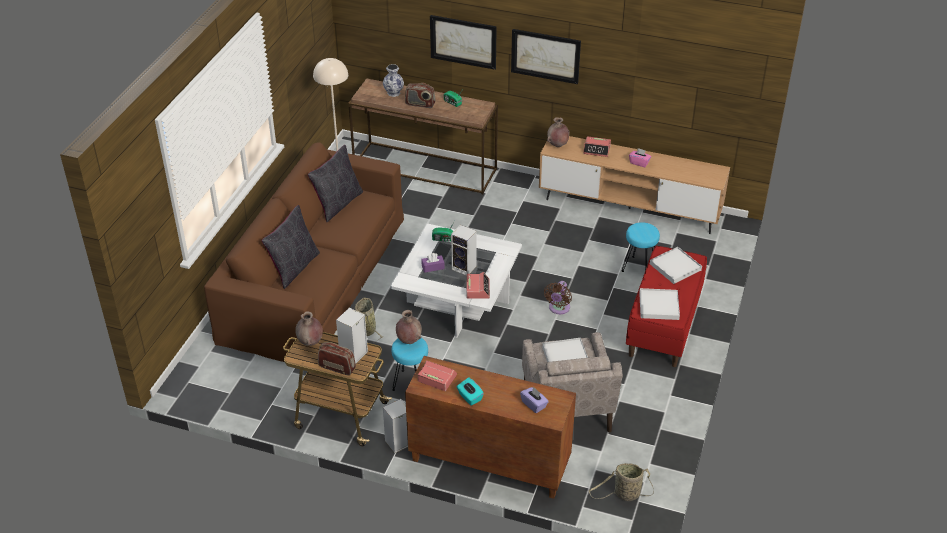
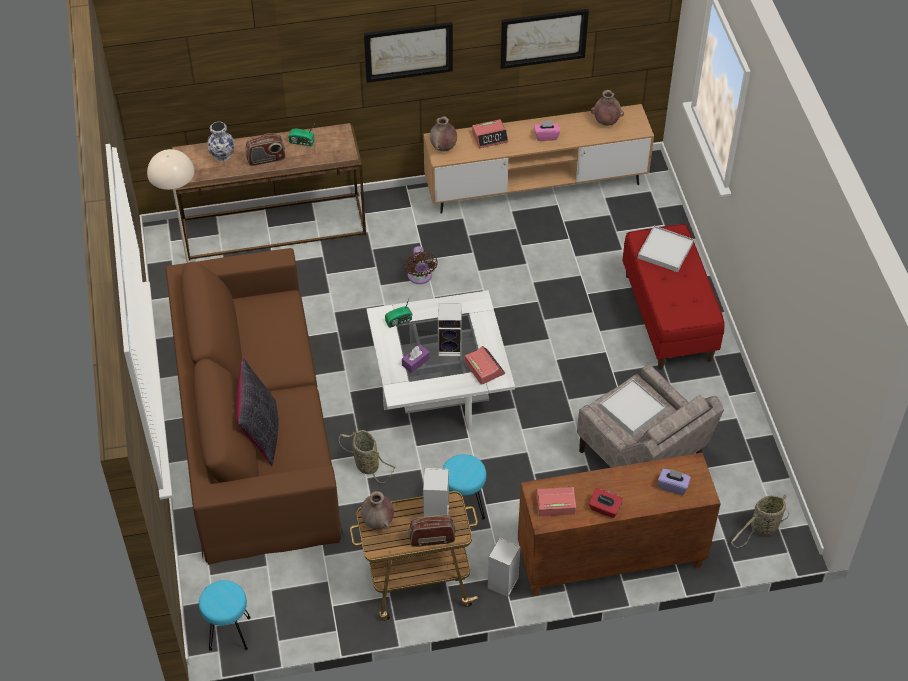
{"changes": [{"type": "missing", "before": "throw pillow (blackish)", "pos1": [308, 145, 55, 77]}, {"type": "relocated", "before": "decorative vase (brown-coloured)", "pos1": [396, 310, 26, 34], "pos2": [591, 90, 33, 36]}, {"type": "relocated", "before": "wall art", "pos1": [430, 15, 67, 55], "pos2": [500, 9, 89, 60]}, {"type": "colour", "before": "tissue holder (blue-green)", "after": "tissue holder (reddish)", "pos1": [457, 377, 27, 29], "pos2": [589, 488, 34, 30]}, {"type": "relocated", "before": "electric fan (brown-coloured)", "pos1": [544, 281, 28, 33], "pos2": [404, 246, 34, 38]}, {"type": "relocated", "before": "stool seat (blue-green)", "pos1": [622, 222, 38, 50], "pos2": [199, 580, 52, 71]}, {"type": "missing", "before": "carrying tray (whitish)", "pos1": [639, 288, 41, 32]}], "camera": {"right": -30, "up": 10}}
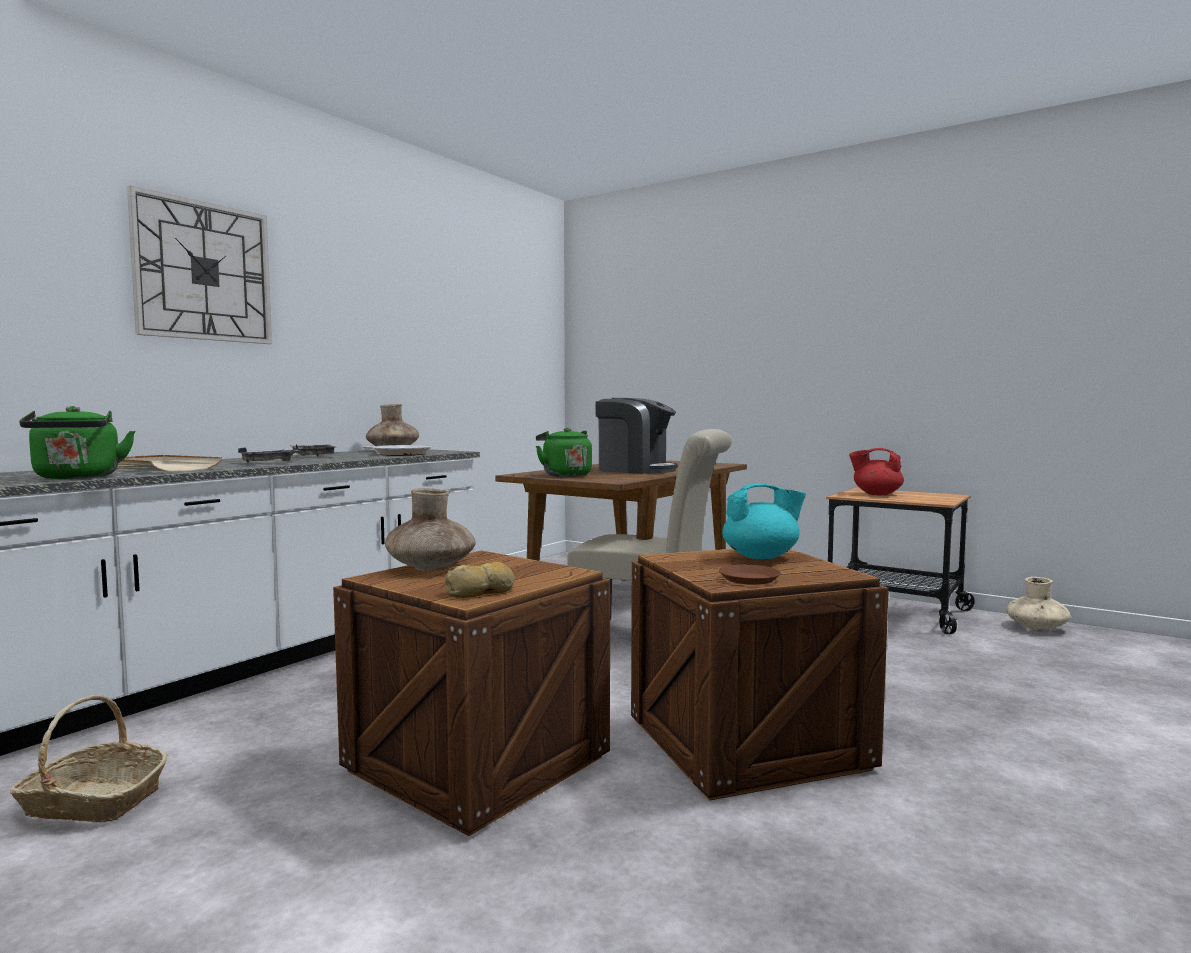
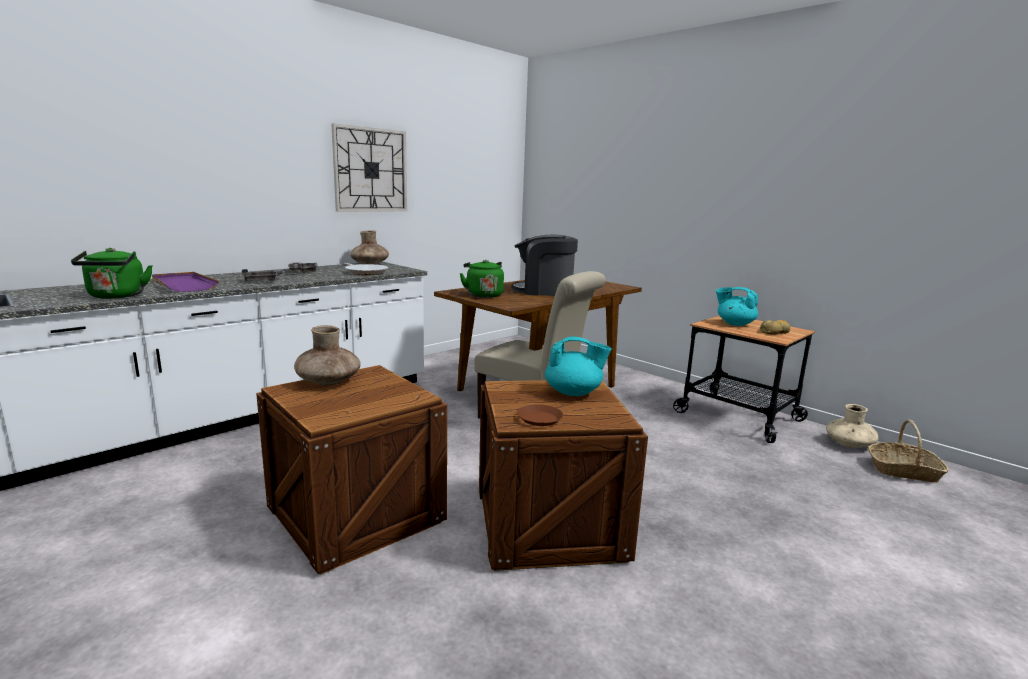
{"changes": [{"type": "relocated", "before": "storage basket", "pos1": [10, 695, 158, 127], "pos2": [868, 420, 81, 63]}, {"type": "colour", "before": "carrying tray (sand-coloured)", "after": "carrying tray (purple-coloured)", "pos1": [117, 455, 105, 17], "pos2": [152, 272, 67, 20]}, {"type": "relocated", "before": "clock on the wall", "pos1": [127, 186, 145, 158], "pos2": [331, 124, 76, 88]}, {"type": "relocated", "before": "baked bread", "pos1": [445, 562, 70, 36], "pos2": [760, 320, 30, 14]}, {"type": "spun", "before": "coffee machine", "pos1": [595, 398, 83, 76], "pos2": [511, 235, 67, 61], "turn": 150}, {"type": "colour", "before": "tea pot (reddish)", "after": "tea pot (blue-green)", "pos1": [849, 448, 55, 47], "pos2": [716, 287, 42, 39]}], "camera": {"right": 10, "up": 10}}
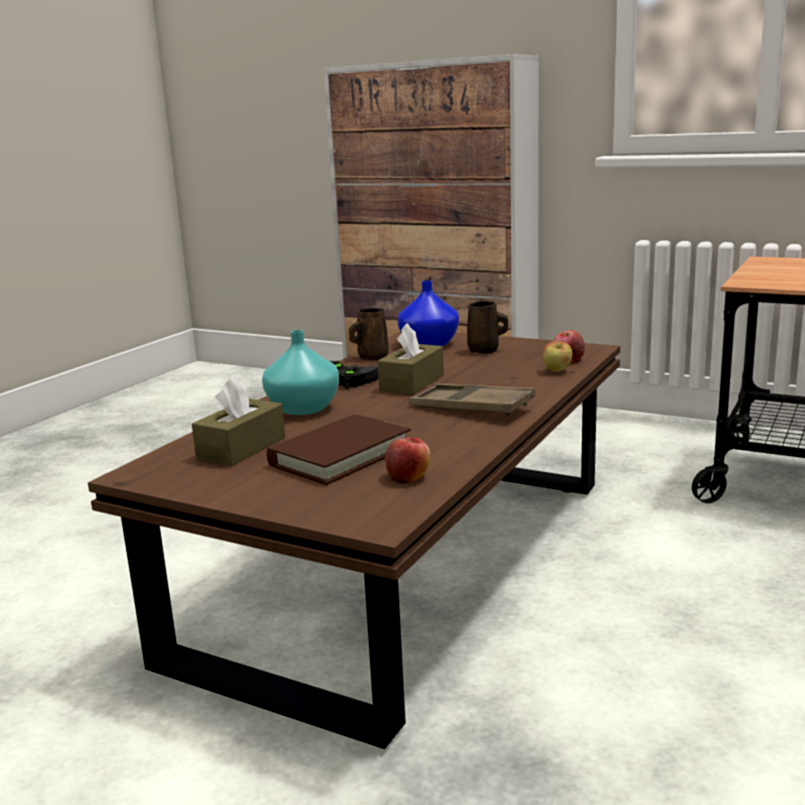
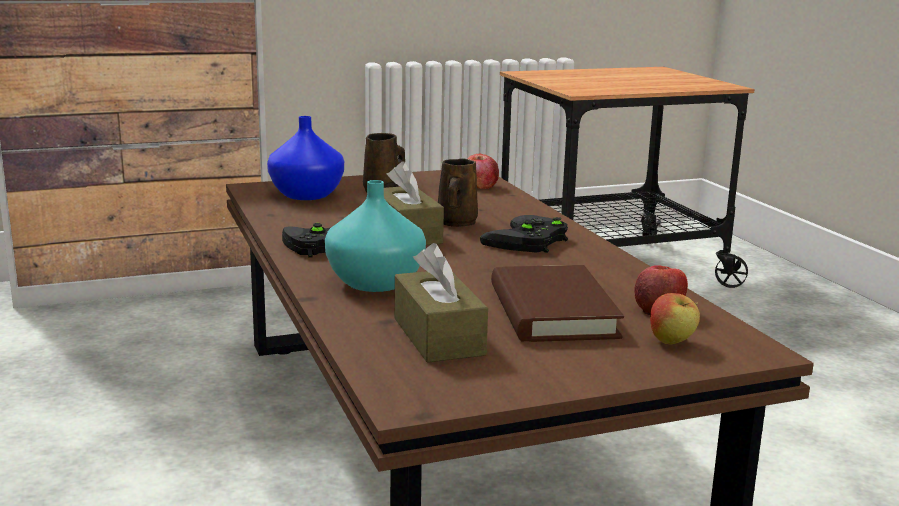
{"changes": [{"type": "relocated", "before": "mug (brown-coloured)", "pos1": [349, 308, 40, 52], "pos2": [438, 158, 40, 69]}, {"type": "exchanged", "before": "carrying tray (brown-coloured)", "after": "joypad (blackish)", "pos1": [409, 384, 126, 32], "pos2": [480, 215, 88, 38]}, {"type": "relocated", "before": "apple fruit", "pos1": [542, 341, 30, 31], "pos2": [650, 293, 50, 51]}], "camera": {"right": -50, "up": 0}}
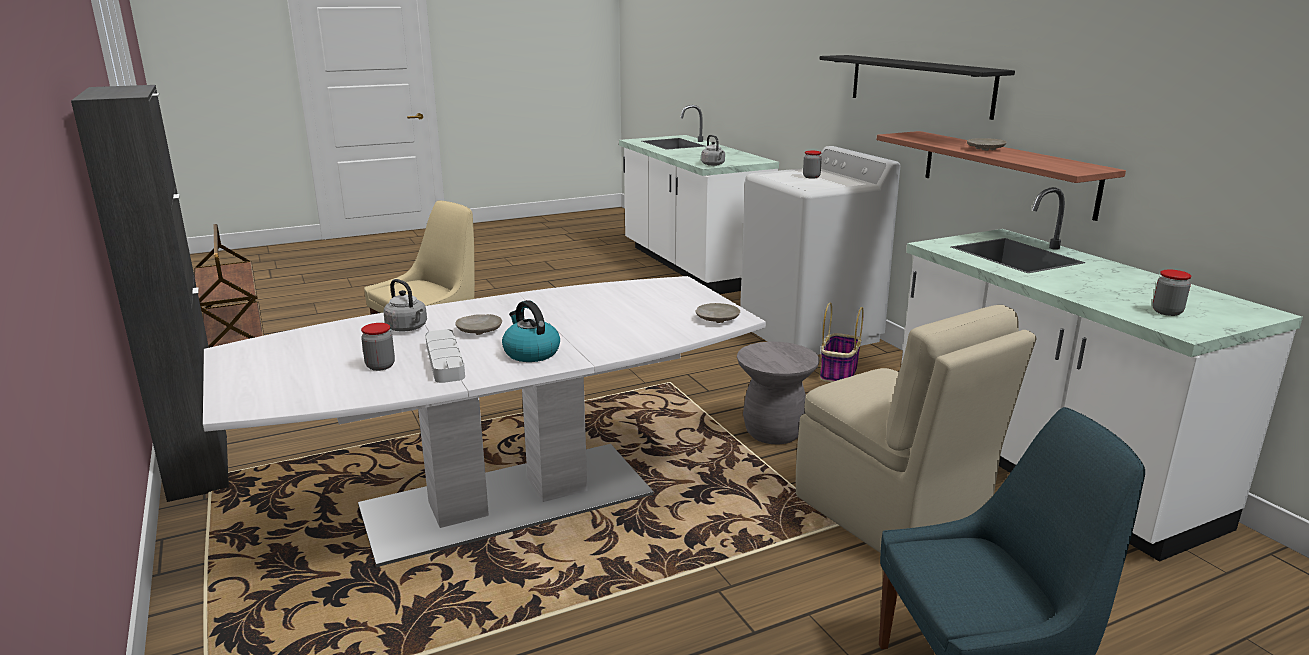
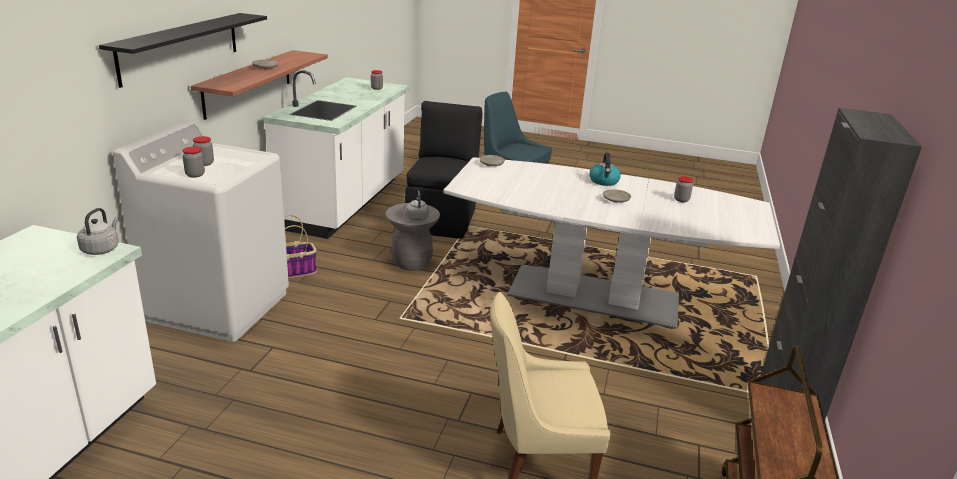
{"changes": [{"type": "relocated", "before": "kettle (grey)", "pos1": [383, 279, 44, 53], "pos2": [406, 191, 23, 30]}, {"type": "missing", "before": "carrying tray (grey)", "pos1": [425, 329, 40, 54]}, {"type": "colour", "before": "plain chair (sand-coloured)", "after": "plain chair (blackish)", "pos1": [796, 305, 240, 248], "pos2": [405, 101, 77, 137]}, {"type": "appeared", "after": "jar", "pos2": [182, 147, 23, 31]}], "camera": {"right": -140, "up": 5}}
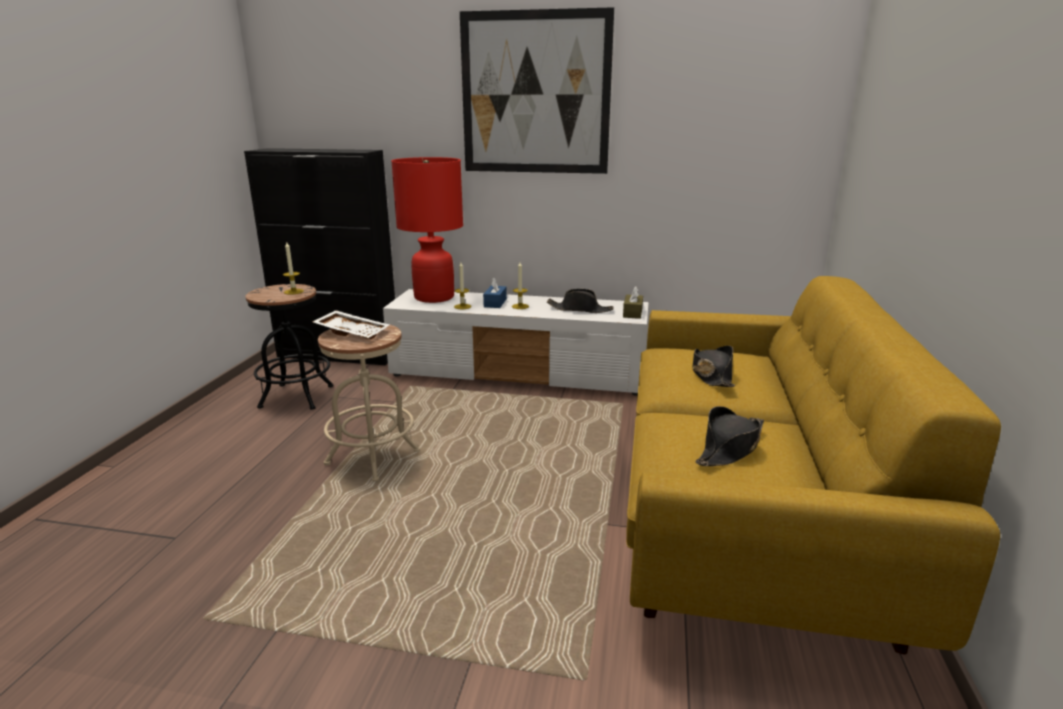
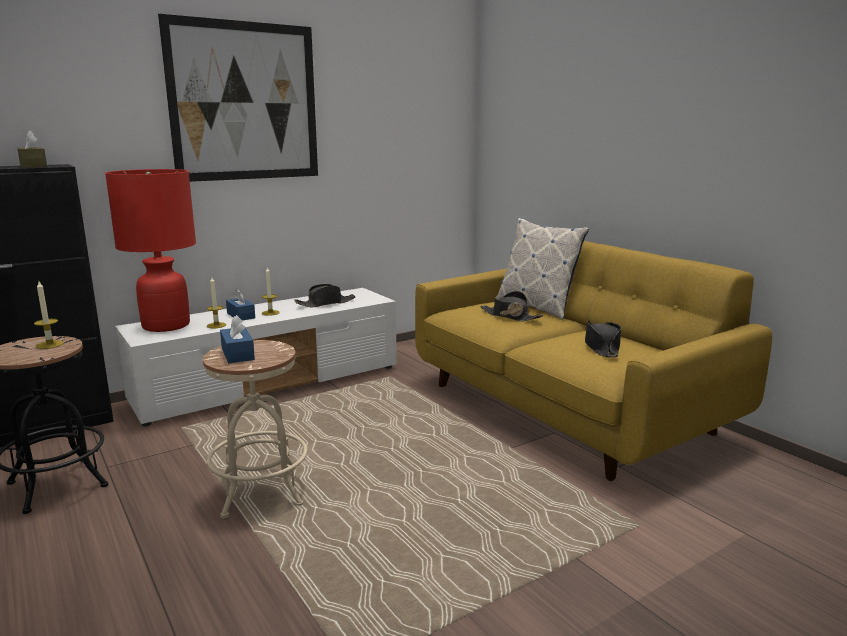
{"changes": [{"type": "exchanged", "before": "carrying tray (whitish)", "after": "tissue holder (blue-coloured)", "pos1": [313, 310, 77, 29], "pos2": [220, 315, 35, 48]}, {"type": "relocated", "before": "tissue holder (brown-coloured)", "pos1": [623, 286, 20, 33], "pos2": [17, 130, 30, 38]}, {"type": "appeared", "after": "throw pillow", "pos2": [495, 218, 94, 102]}], "camera": {"right": -45, "up": -5}}
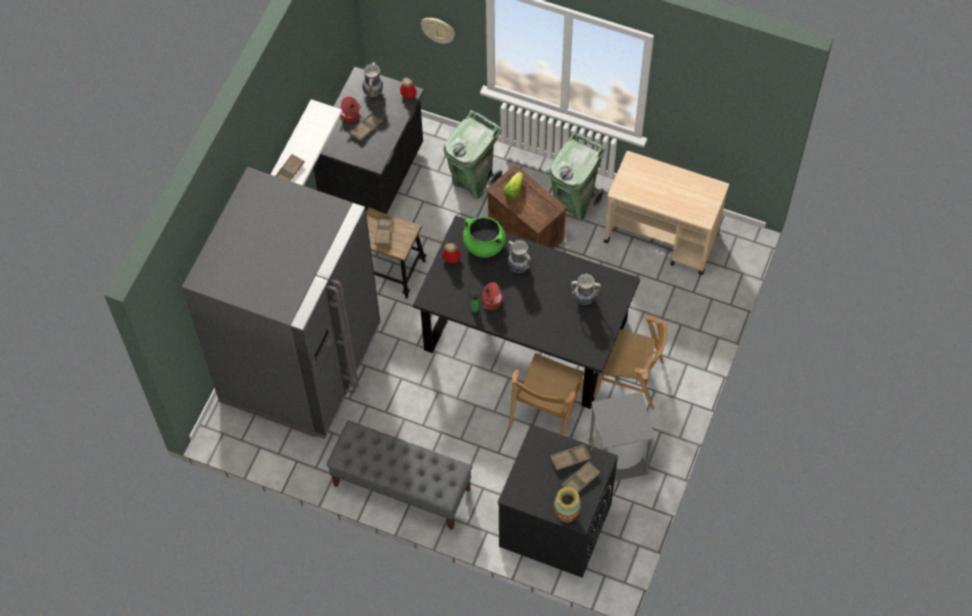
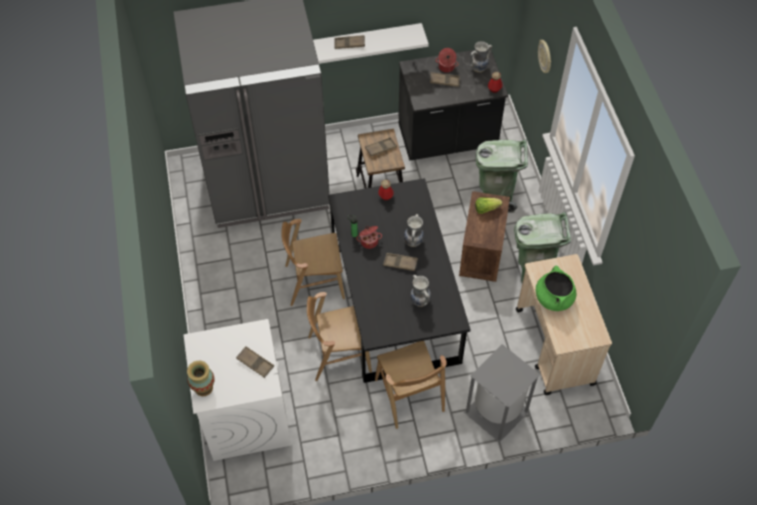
{"changes": [{"type": "missing", "before": "long seat (grey)", "pos1": [326, 420, 146, 110]}, {"type": "relocated", "before": "cooking pot (greenish)", "pos1": [463, 217, 43, 41], "pos2": [536, 265, 40, 46]}, {"type": "colour", "before": "laundry machine (blackish)", "after": "laundry machine (whitish)", "pos1": [497, 424, 121, 154], "pos2": [183, 319, 108, 142]}, {"type": "relocated", "before": "carrying tray (brown-coloured)", "pos1": [561, 461, 39, 31], "pos2": [383, 253, 35, 18]}, {"type": "relocated", "before": "rubbish bin (grey)", "pos1": [588, 392, 67, 89], "pos2": [464, 344, 76, 99]}, {"type": "appeared", "after": "plain chair (brown-coloured)", "pos2": [281, 219, 64, 87]}], "camera": {"right": 55, "up": -5}}
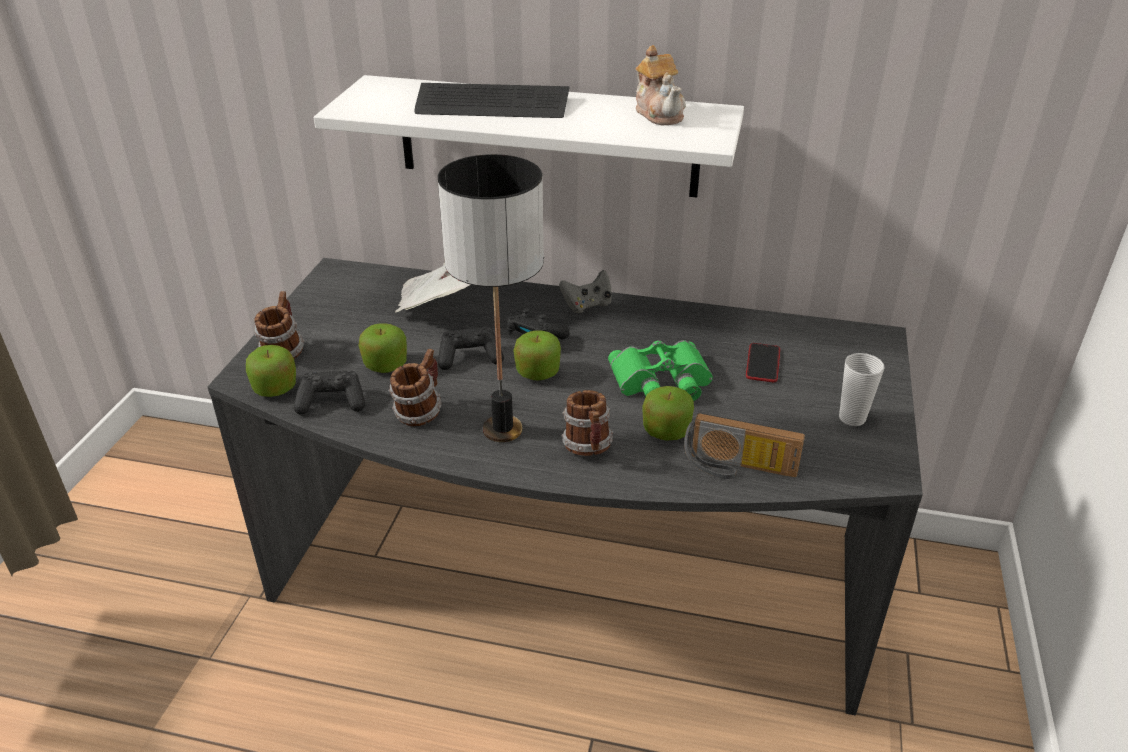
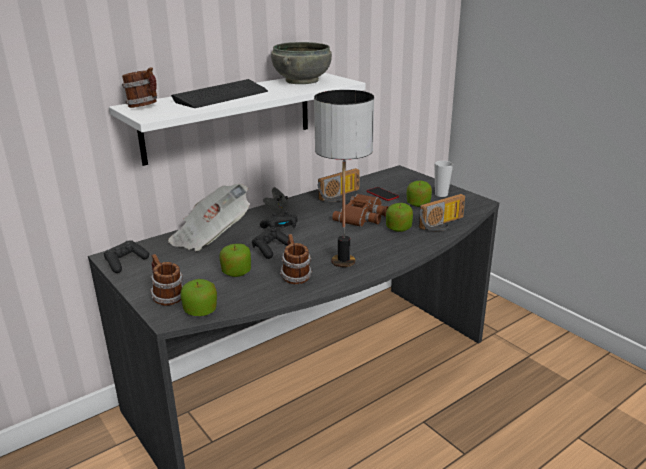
{"changes": [{"type": "relocated", "before": "joypad (blackish)", "pos1": [294, 370, 71, 45], "pos2": [104, 240, 45, 33]}, {"type": "relocated", "before": "apple fruit", "pos1": [513, 330, 48, 51], "pos2": [407, 181, 25, 26]}, {"type": "relocated", "before": "mug", "pos1": [561, 390, 52, 66], "pos2": [122, 67, 35, 41]}, {"type": "colour", "before": "pair of binoculars (greenish)", "after": "pair of binoculars (brown-coloured)", "pos1": [608, 340, 105, 61], "pos2": [332, 194, 56, 33]}, {"type": "exchanged", "before": "tea pot", "after": "bowl (grey)", "pos1": [636, 45, 50, 80], "pos2": [271, 42, 61, 42]}, {"type": "appeared", "after": "radio", "pos2": [318, 168, 42, 34]}], "camera": {"right": -50, "up": -10}}
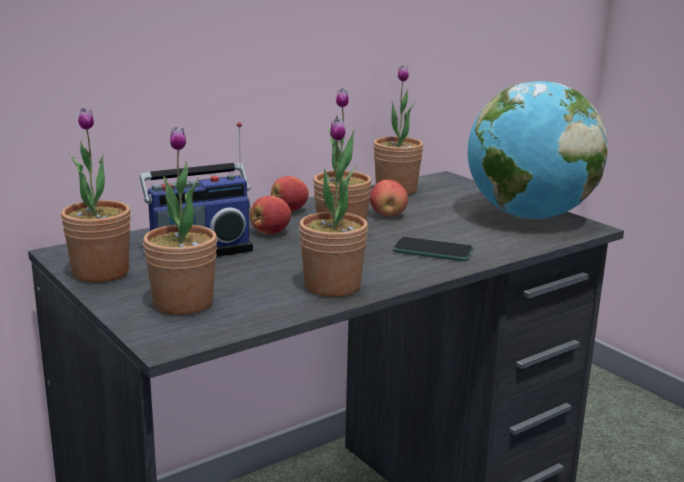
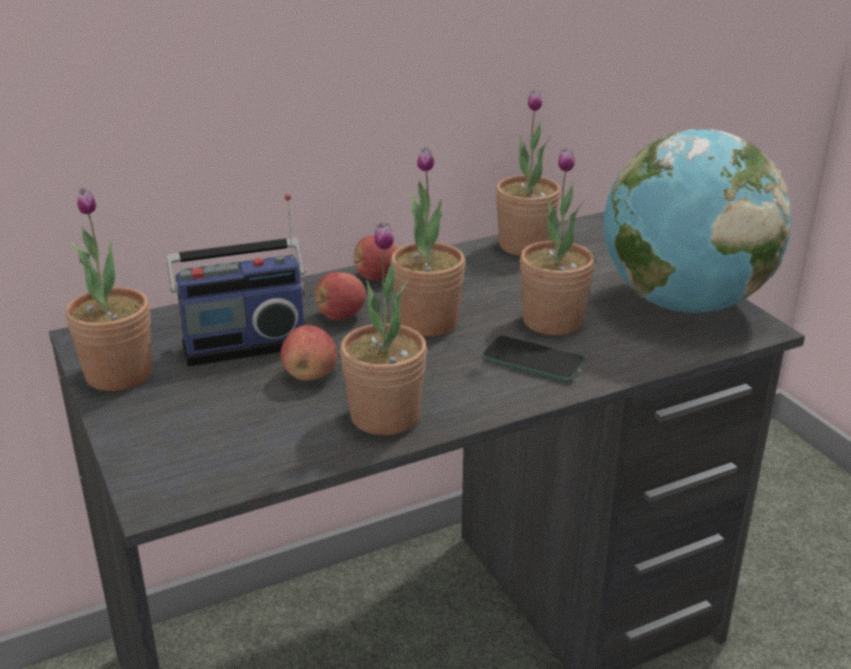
{"changes": [{"type": "relocated", "before": "houseplant", "pos1": [143, 127, 74, 188], "pos2": [520, 148, 75, 187]}, {"type": "relocated", "before": "apple fruit", "pos1": [370, 180, 38, 36], "pos2": [281, 325, 56, 56]}], "camera": {"right": 10, "up": 10}}
